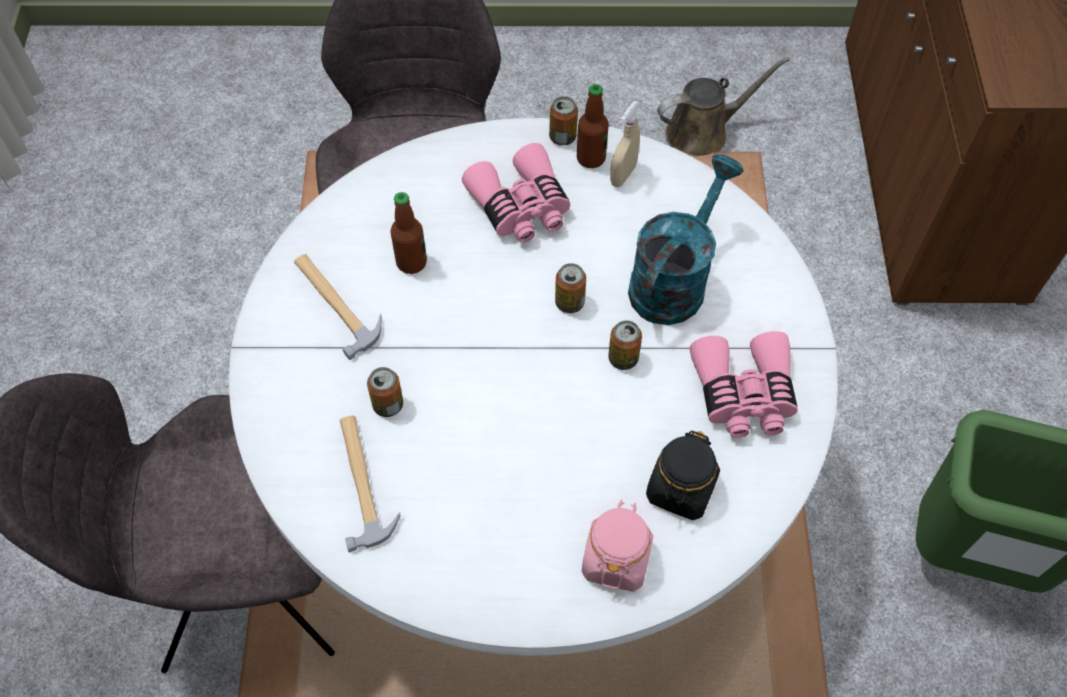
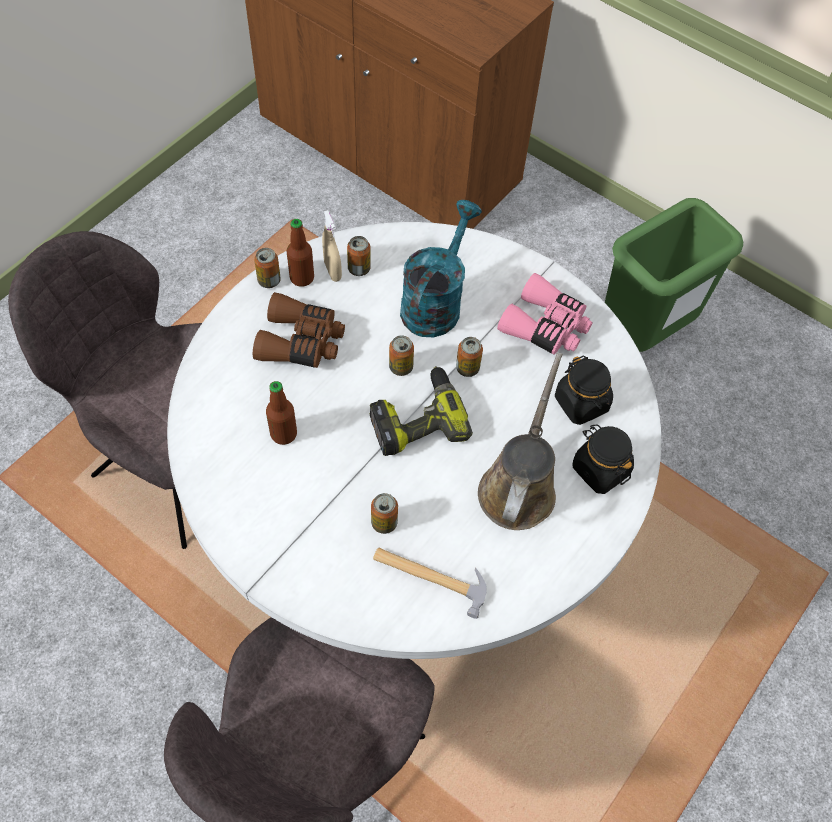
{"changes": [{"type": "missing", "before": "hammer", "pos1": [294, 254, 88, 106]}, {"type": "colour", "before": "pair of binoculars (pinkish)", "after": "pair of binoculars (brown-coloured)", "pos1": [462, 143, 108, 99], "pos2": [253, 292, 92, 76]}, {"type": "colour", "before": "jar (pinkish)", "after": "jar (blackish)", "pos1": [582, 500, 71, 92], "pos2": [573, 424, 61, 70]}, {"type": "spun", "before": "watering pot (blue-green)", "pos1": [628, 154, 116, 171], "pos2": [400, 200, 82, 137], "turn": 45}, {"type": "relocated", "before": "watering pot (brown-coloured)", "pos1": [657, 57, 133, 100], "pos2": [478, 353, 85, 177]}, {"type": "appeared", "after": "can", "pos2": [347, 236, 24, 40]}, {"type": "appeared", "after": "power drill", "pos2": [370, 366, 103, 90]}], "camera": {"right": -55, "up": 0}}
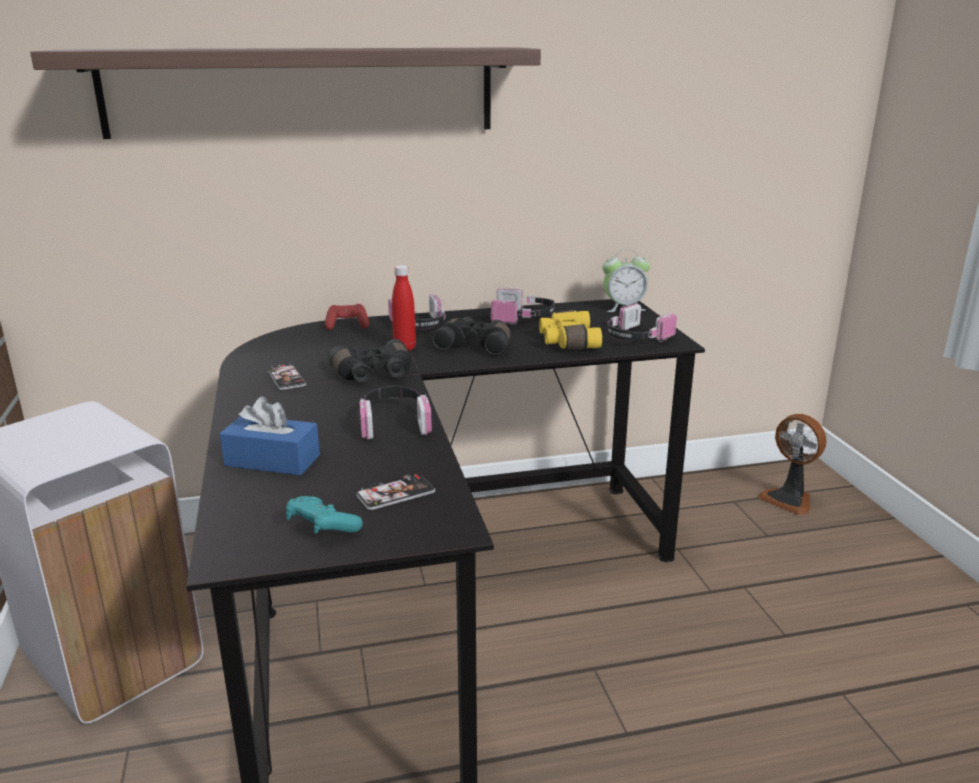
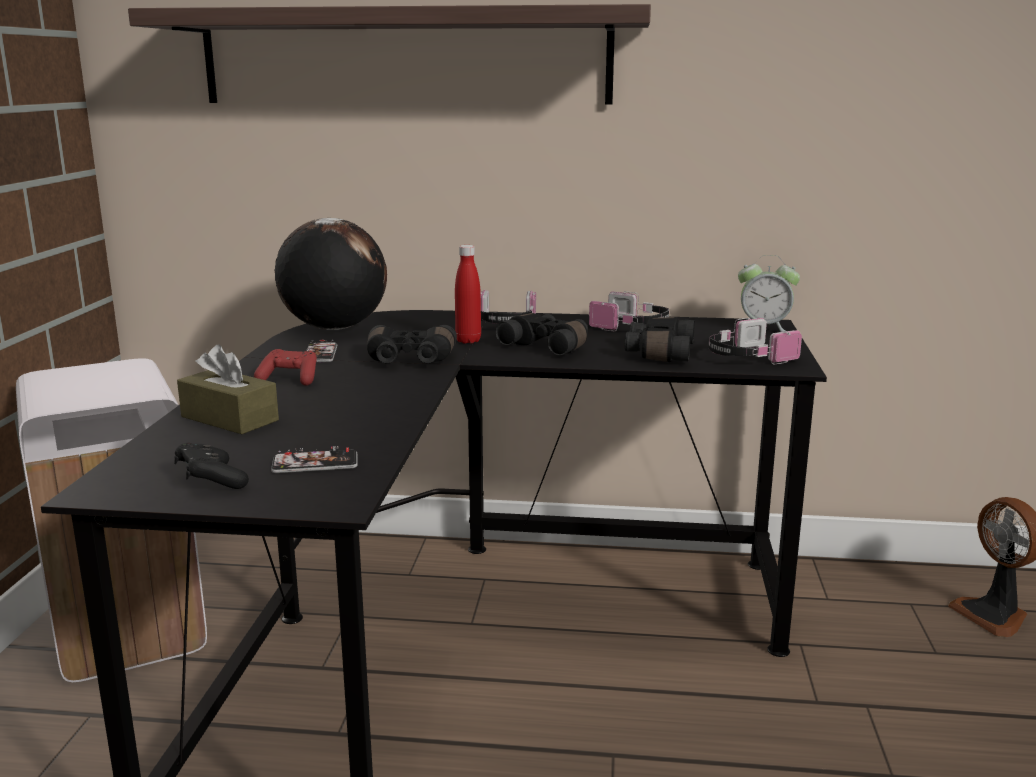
{"changes": [{"type": "colour", "before": "tissue holder (blue-coloured)", "after": "tissue holder (brown-coloured)", "pos1": [220, 396, 100, 80], "pos2": [177, 344, 102, 90]}, {"type": "colour", "before": "joypad (blue-green)", "after": "joypad (blackish)", "pos1": [286, 496, 77, 38], "pos2": [174, 443, 75, 46]}, {"type": "relocated", "before": "joypad (reddish)", "pos1": [325, 304, 44, 26], "pos2": [254, 349, 63, 37]}, {"type": "missing", "before": "pair of headphones", "pos1": [359, 385, 73, 55]}, {"type": "colour", "before": "pair of binoculars (yellow-coloured)", "after": "pair of binoculars (blackish)", "pos1": [539, 310, 63, 40], "pos2": [625, 317, 70, 45]}, {"type": "appeared", "after": "desk globe", "pos2": [274, 218, 113, 112]}], "camera": {"right": 20, "up": -5}}
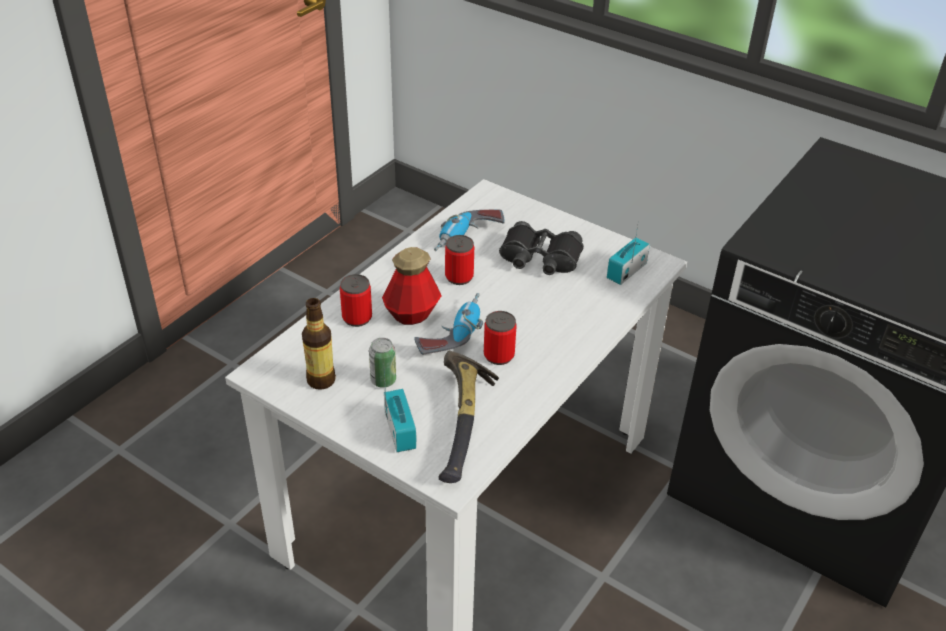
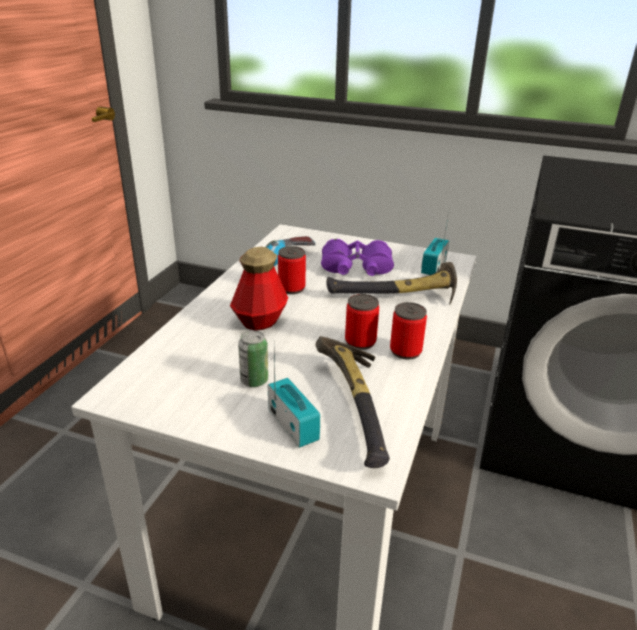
{"changes": [{"type": "missing", "before": "drink bottle", "pos1": [302, 298, 34, 92]}, {"type": "relocated", "before": "can", "pos1": [340, 274, 32, 53], "pos2": [390, 302, 37, 58]}, {"type": "missing", "before": "power drill", "pos1": [414, 293, 69, 61]}, {"type": "colour", "before": "pair of binoculars (blackish)", "after": "pair of binoculars (purple-coloured)", "pos1": [499, 221, 85, 54], "pos2": [321, 239, 73, 37]}, {"type": "appeared", "after": "hammer", "pos2": [326, 262, 131, 43]}], "camera": {"right": -15, "up": -10}}
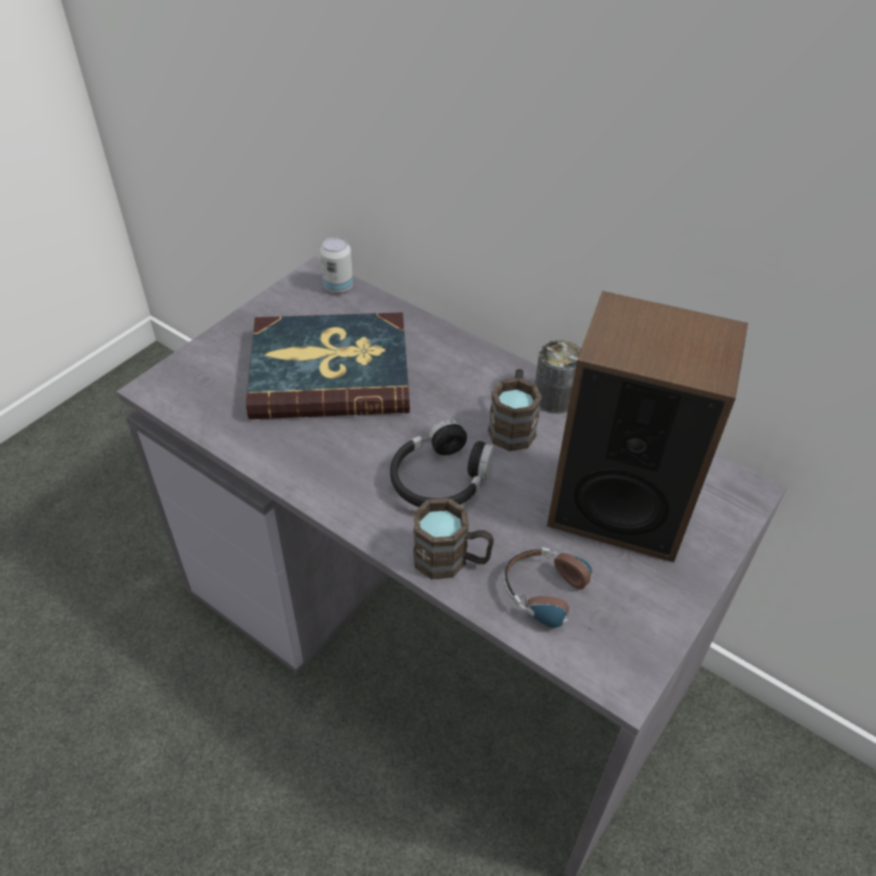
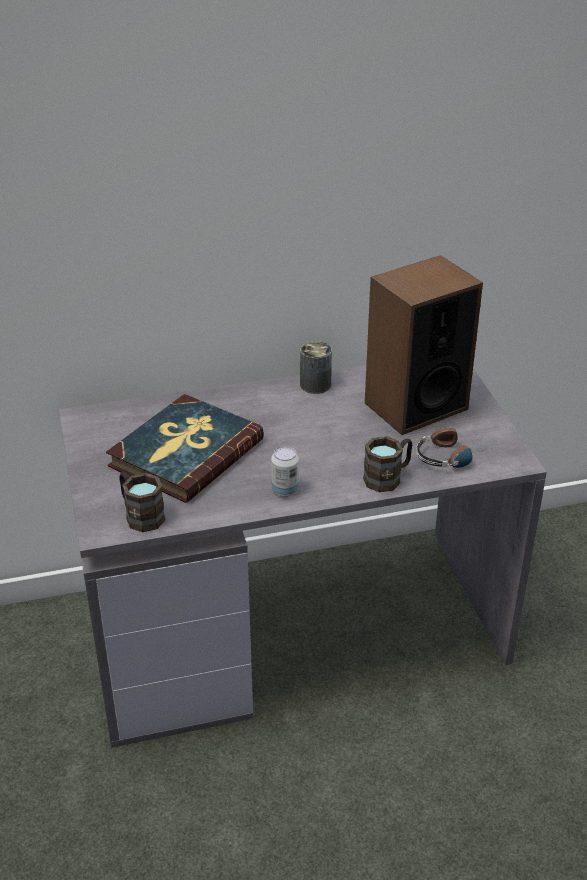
{"changes": [{"type": "relocated", "before": "can", "pos1": [320, 237, 33, 56], "pos2": [271, 446, 28, 51]}, {"type": "missing", "before": "pair of headphones (blackish)", "pos1": [390, 419, 105, 88]}, {"type": "relocated", "before": "mug (brown-coloured)", "pos1": [488, 369, 54, 82], "pos2": [119, 472, 46, 60]}], "camera": {"right": -50, "up": -10}}
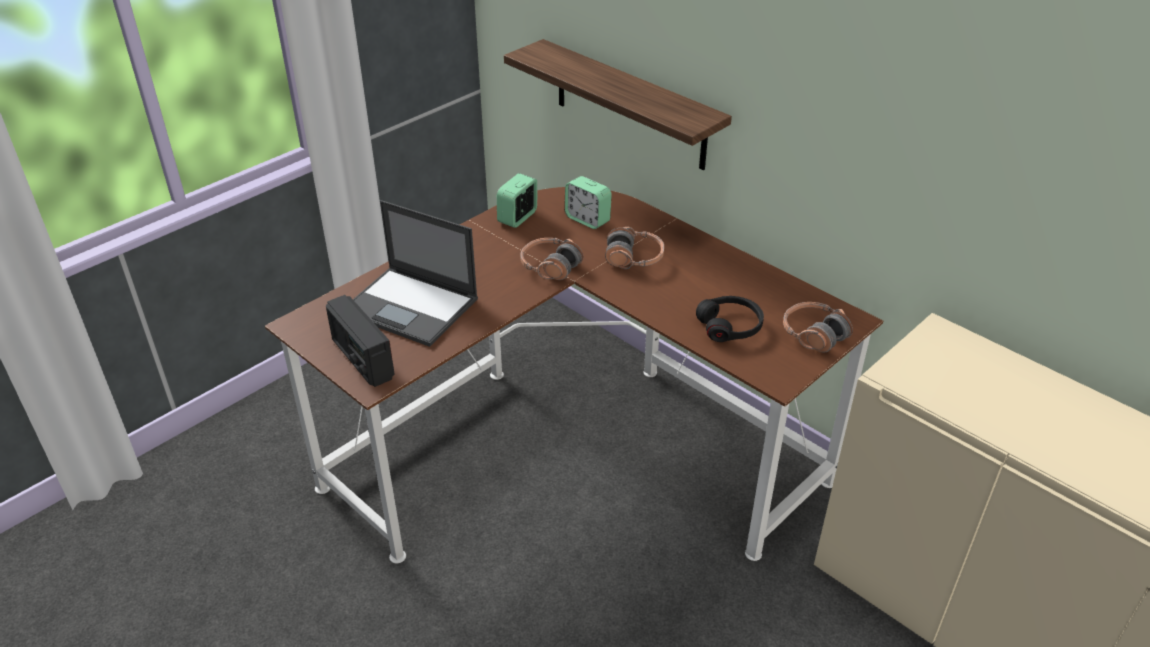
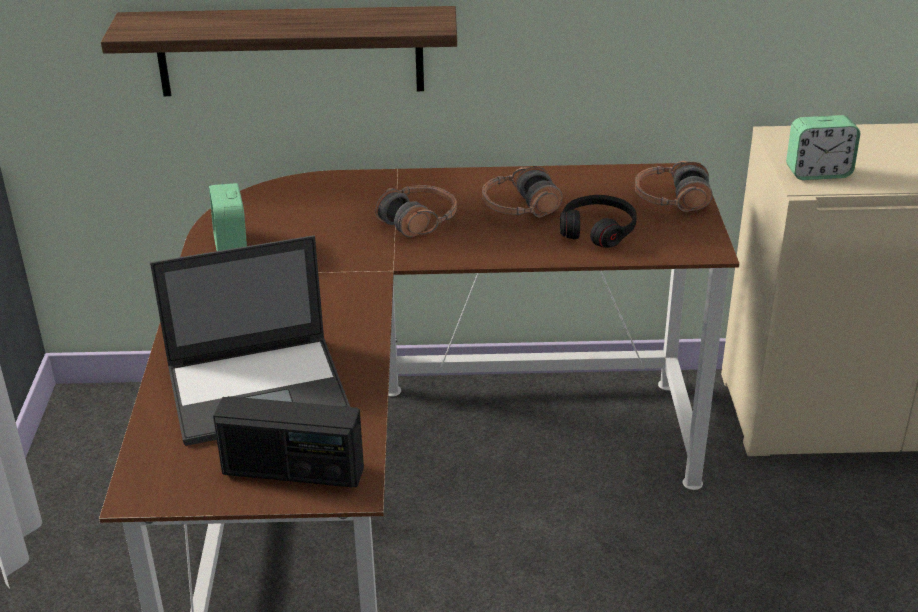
{"changes": [{"type": "relocated", "before": "pair of headphones", "pos1": [520, 238, 63, 42], "pos2": [482, 167, 80, 50]}, {"type": "relocated", "before": "table clock", "pos1": [565, 176, 47, 53], "pos2": [786, 115, 74, 65]}], "camera": {"right": -45, "up": -5}}
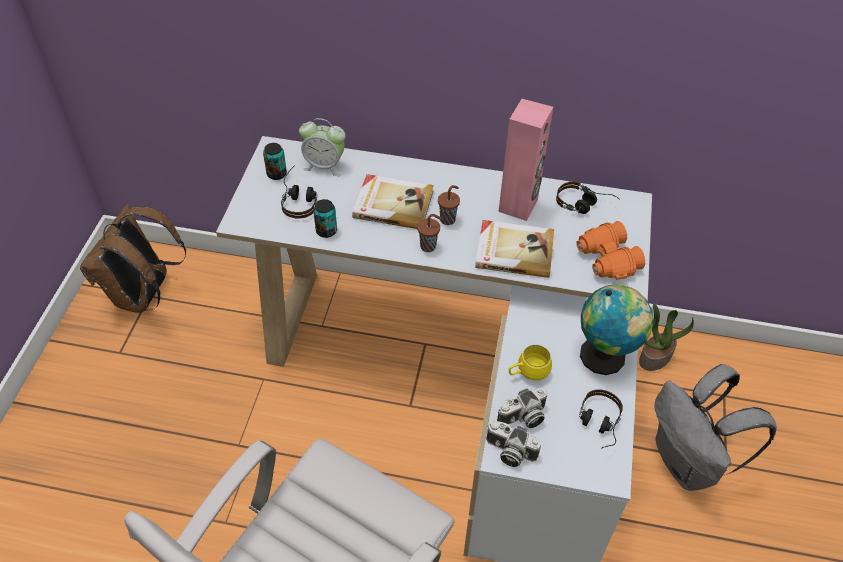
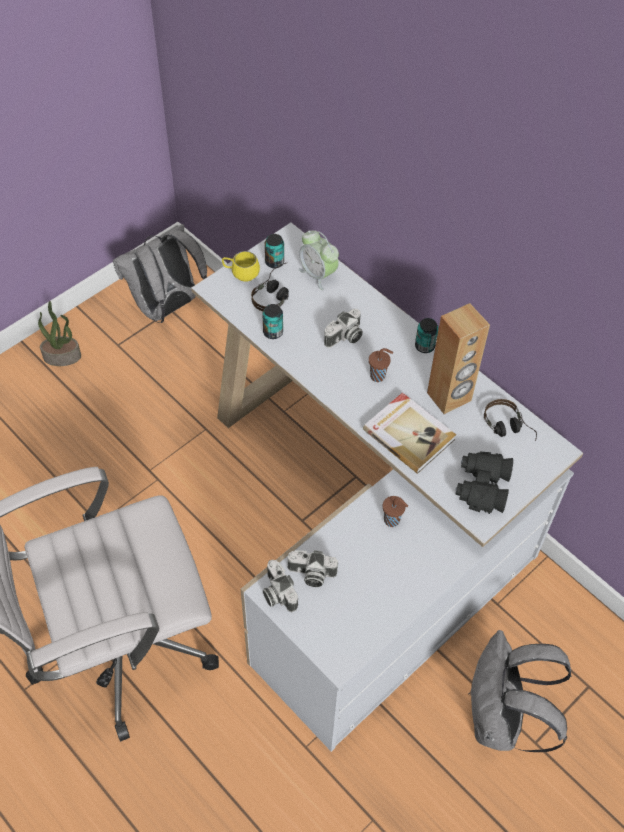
{"changes": [{"type": "colour", "before": "rucksack (brown-coloured)", "after": "rucksack (grey)", "pos1": [80, 204, 106, 109], "pos2": [113, 224, 94, 99]}, {"type": "exchanged", "before": "volume", "after": "still camera", "pos1": [352, 174, 82, 55], "pos2": [324, 309, 39, 39]}, {"type": "relocated", "before": "drinking cup (brown-coloured)", "pos1": [417, 214, 26, 38], "pos2": [383, 496, 25, 31]}, {"type": "colour", "before": "loudspeaker (pinkish)", "after": "loudspeaker (brown-coloured)", "pos1": [498, 99, 55, 122], "pos2": [427, 303, 63, 111]}, {"type": "relocated", "before": "mug (yellow-coloured)", "pos1": [509, 345, 43, 35], "pos2": [222, 251, 38, 31]}, {"type": "colour", "before": "pair of binoculars (orangey)", "after": "pair of binoculars (blackish)", "pos1": [576, 221, 69, 59], "pos2": [455, 452, 58, 62]}, {"type": "missing", "before": "pair of headphones", "pos1": [579, 389, 44, 59]}, {"type": "missing", "before": "desk globe", "pos1": [580, 284, 73, 91]}, {"type": "relocated", "before": "houseplant", "pos1": [639, 304, 55, 67], "pos2": [38, 301, 43, 65]}, {"type": "appeared", "after": "can", "pos2": [415, 318, 23, 35]}], "camera": {"right": 35, "up": 5}}
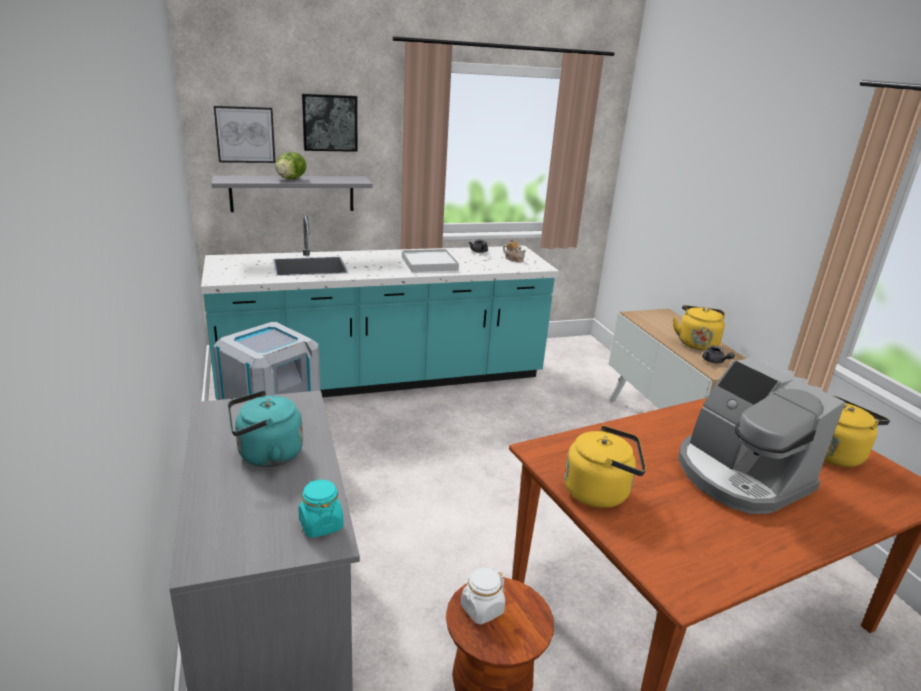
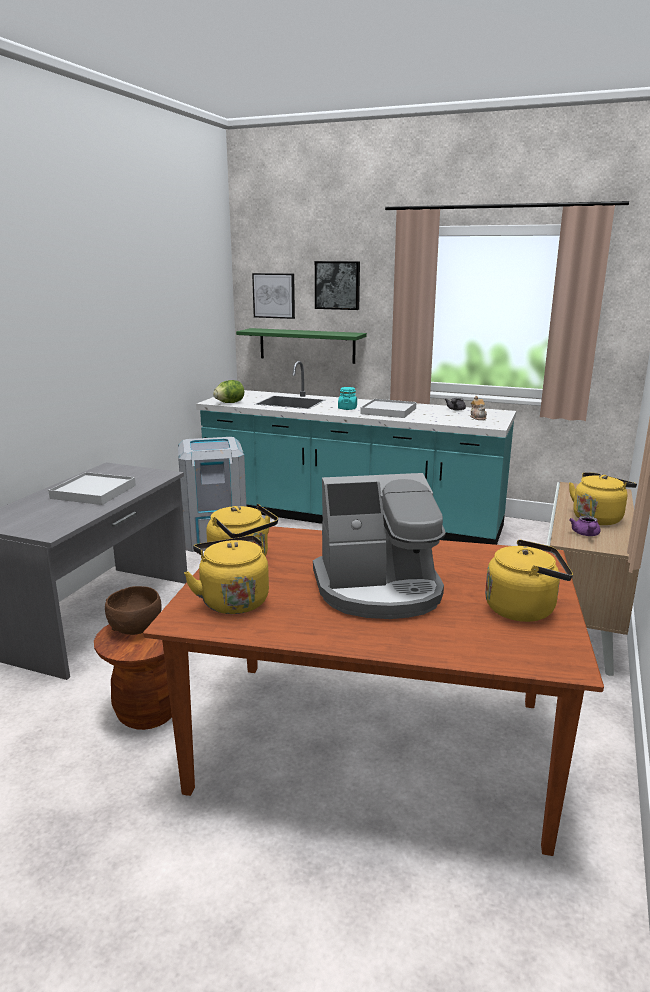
{"changes": [{"type": "colour", "before": "wall shelf (grey)", "after": "wall shelf (greenish)", "pos1": [212, 176, 160, 36], "pos2": [236, 328, 131, 36]}, {"type": "exchanged", "before": "kettle (blue-green)", "after": "carrying tray (whitish)", "pos1": [228, 391, 75, 76], "pos2": [48, 472, 88, 33]}, {"type": "relocated", "before": "lettuce", "pos1": [276, 152, 31, 27], "pos2": [213, 380, 31, 23]}, {"type": "relocated", "before": "jar (blue-green)", "pos1": [298, 479, 46, 59], "pos2": [338, 387, 19, 23]}, {"type": "exchanged", "before": "jar (whitish)", "after": "bowl (brown-coloured)", "pos1": [461, 567, 44, 58], "pos2": [105, 586, 57, 49]}, {"type": "spun", "before": "coffee machine", "pos1": [678, 358, 167, 156], "pos2": [313, 473, 133, 146], "turn": -105}, {"type": "colour", "before": "tea pot (grey)", "after": "tea pot (purple-coloured)", "pos1": [702, 346, 33, 17], "pos2": [569, 516, 32, 20]}, {"type": "appeared", "after": "kettle (yellow-coloured)", "pos2": [184, 536, 85, 78]}], "camera": {"right": 40, "up": -5}}
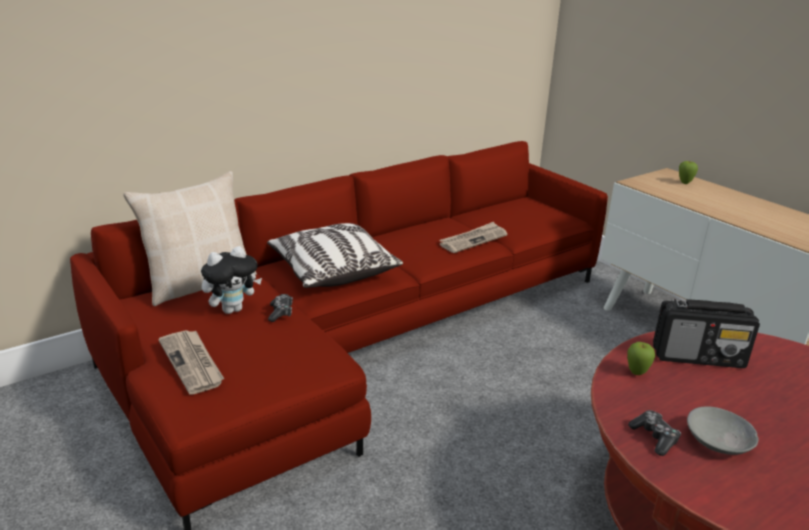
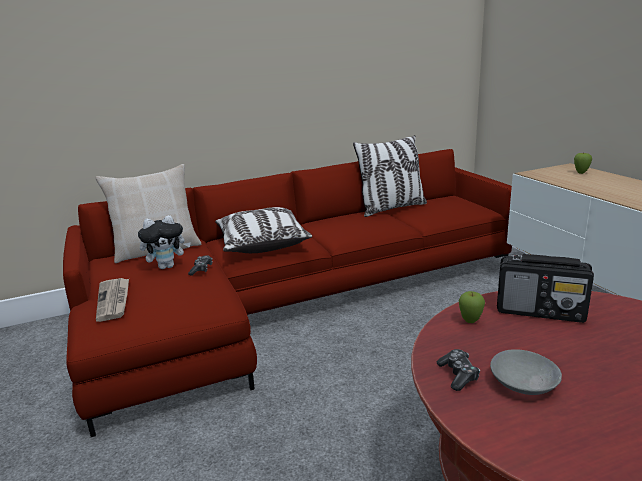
{"changes": [{"type": "missing", "before": "newspaper", "pos1": [439, 222, 68, 31]}, {"type": "appeared", "after": "throw pillow", "pos2": [353, 135, 74, 82]}], "camera": {"right": 15, "up": -5}}
